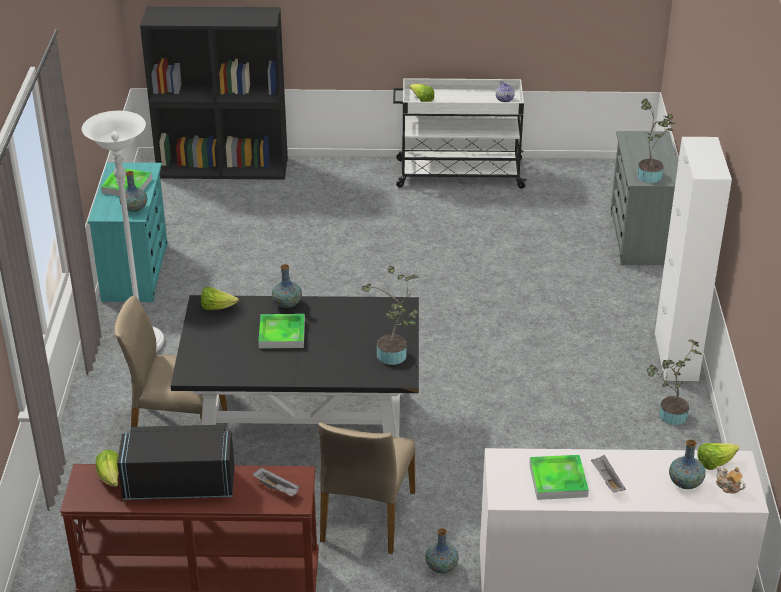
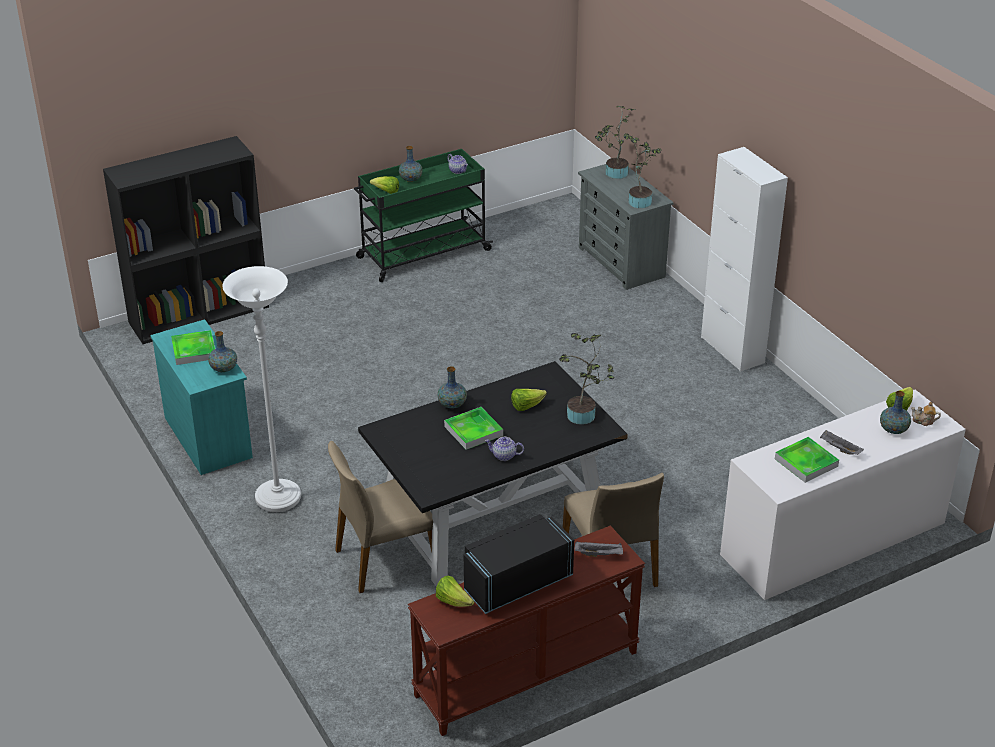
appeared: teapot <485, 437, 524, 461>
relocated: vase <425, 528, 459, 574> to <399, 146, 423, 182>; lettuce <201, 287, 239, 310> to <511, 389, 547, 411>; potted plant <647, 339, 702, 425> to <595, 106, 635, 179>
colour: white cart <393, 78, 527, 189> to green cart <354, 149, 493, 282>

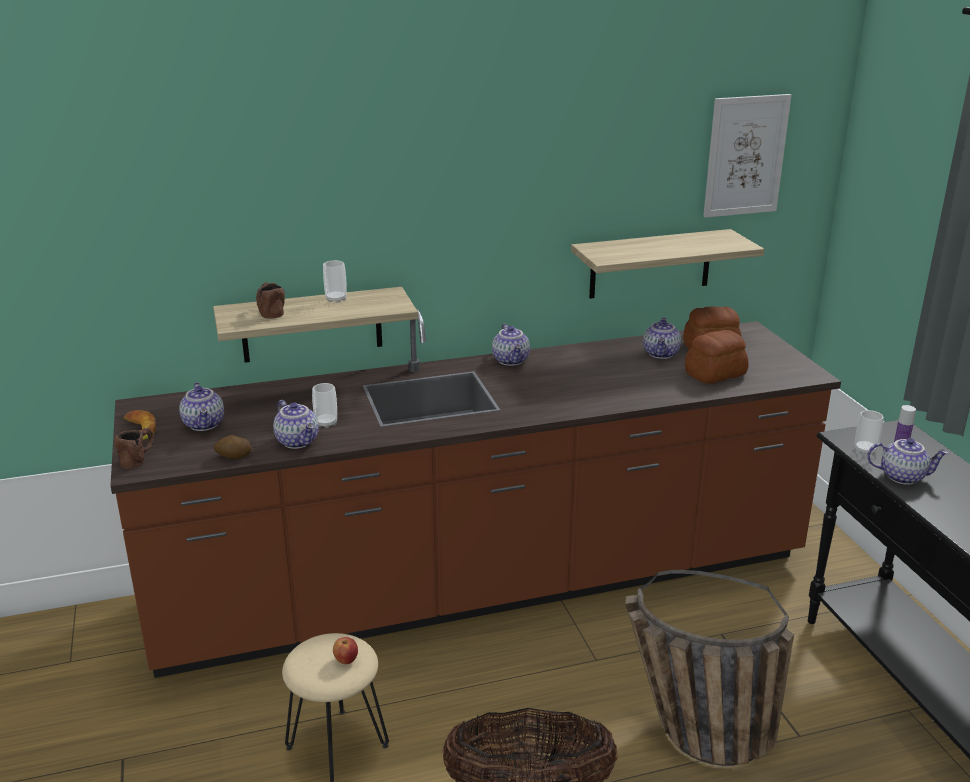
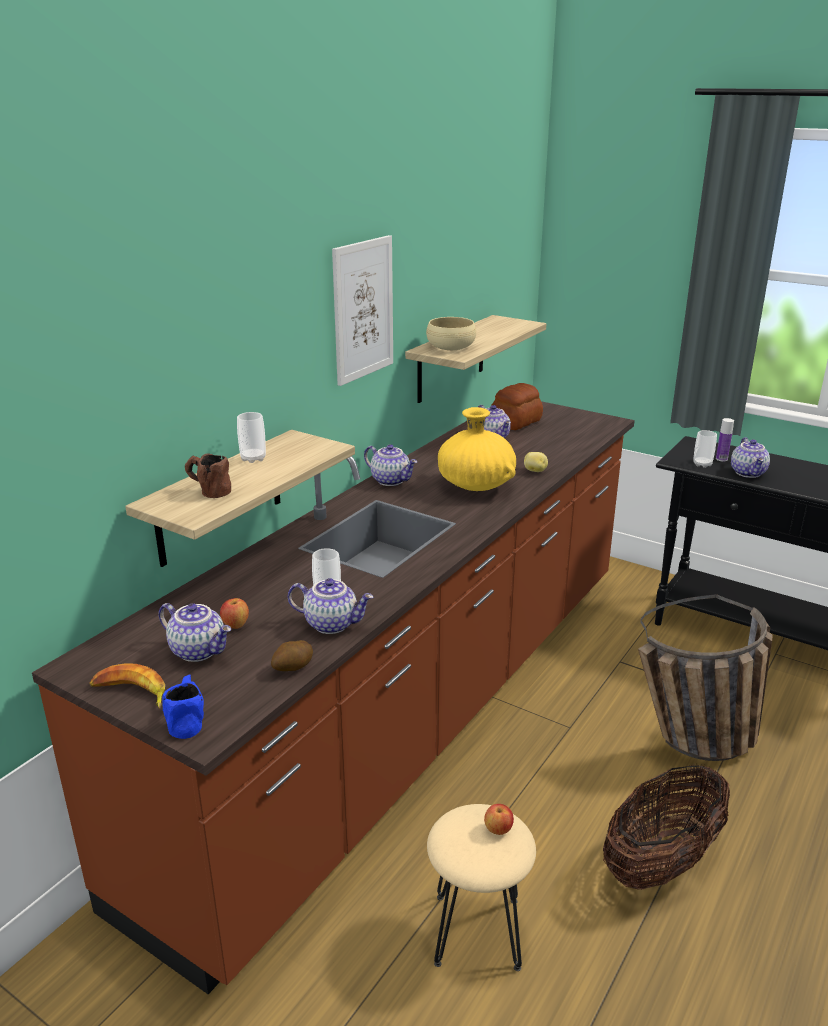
missing: bread <685, 330, 749, 384>
appeared: apple <220, 598, 249, 629>; beige bowl <426, 317, 476, 350>; yellow vase <438, 407, 516, 491>; potato <524, 452, 548, 472>
relocated: picture <703, 94, 791, 218> to <332, 235, 393, 386>
colour: brown mug <115, 428, 154, 469> to blue mug <162, 674, 204, 739>
spun: teapot <867, 438, 949, 485> = <731, 437, 770, 478> 120 degrees clockwise

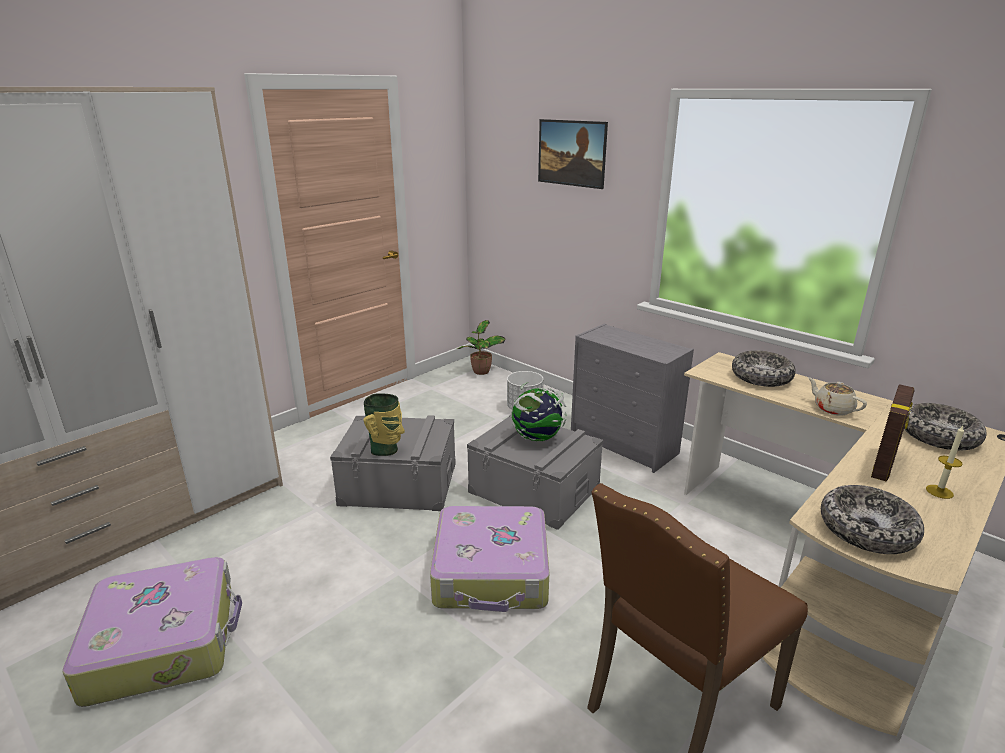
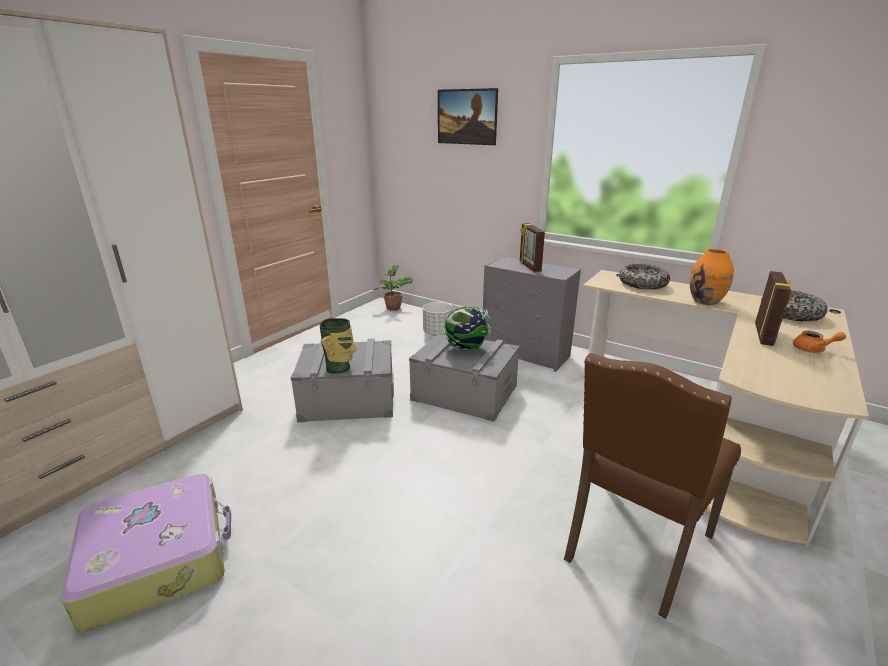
missing: suitcase <430, 506, 549, 612>; bowl <821, 485, 924, 554>
appeared: picture frame <520, 223, 545, 272>
exchanged: beige teapot <808, 377, 867, 415> to orange vase <690, 249, 734, 305>; candle <926, 426, 964, 499> to orange teapot <793, 331, 846, 353>

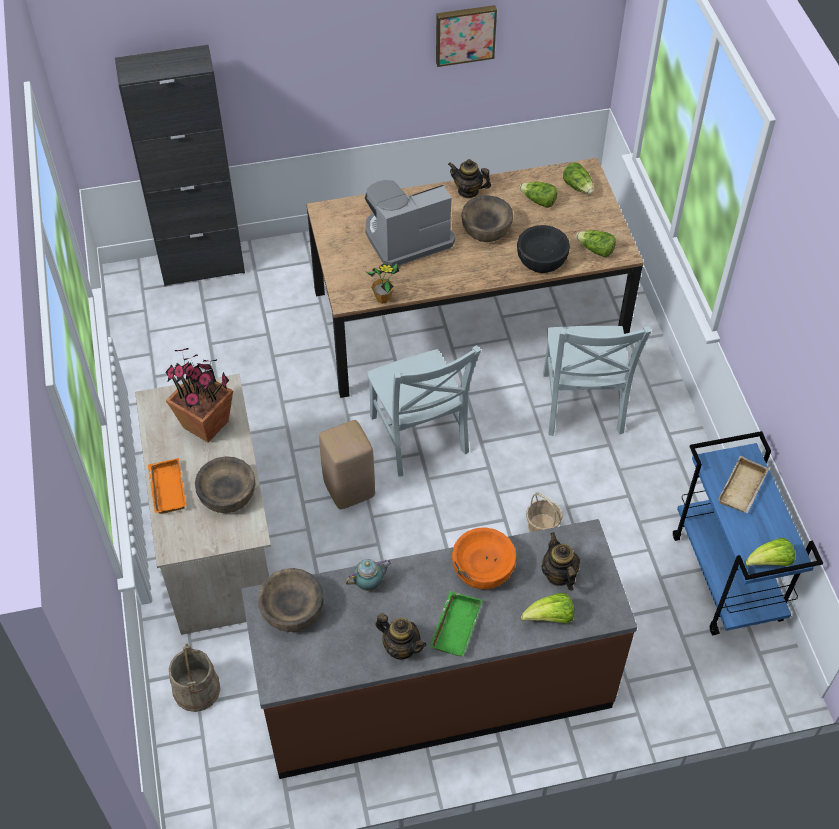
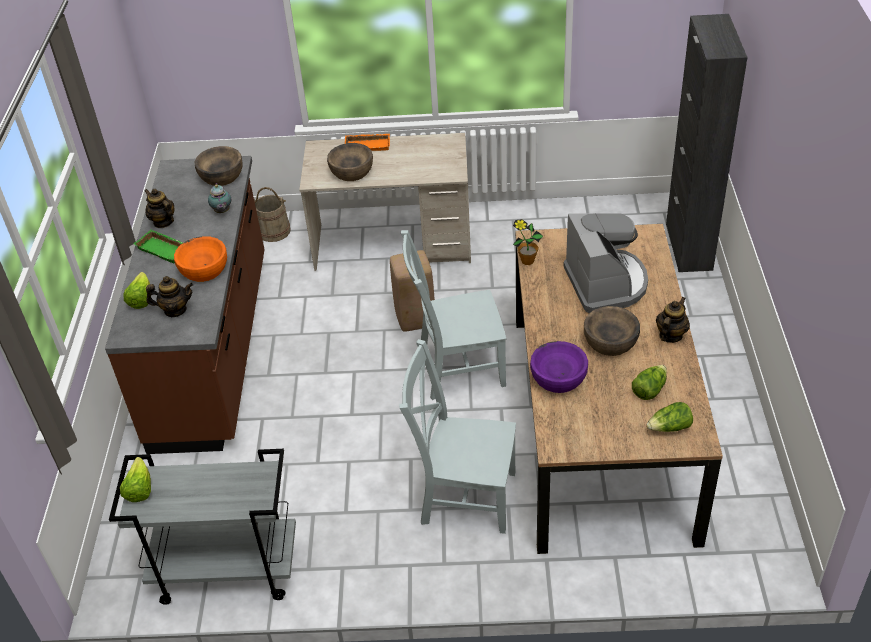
missing: potted plant <165, 348, 233, 442>; picture <436, 5, 497, 67>; basket <526, 492, 563, 532>; lettuce <576, 230, 616, 257>; beige tray <718, 456, 769, 513>
colour: blue cart <673, 431, 823, 635> to grey cart <109, 449, 296, 605>; black bowl <517, 225, 570, 273> to purple bowl <530, 341, 588, 393>
spun: teapot <375, 613, 426, 660> = <144, 189, 174, 228> 90 degrees clockwise

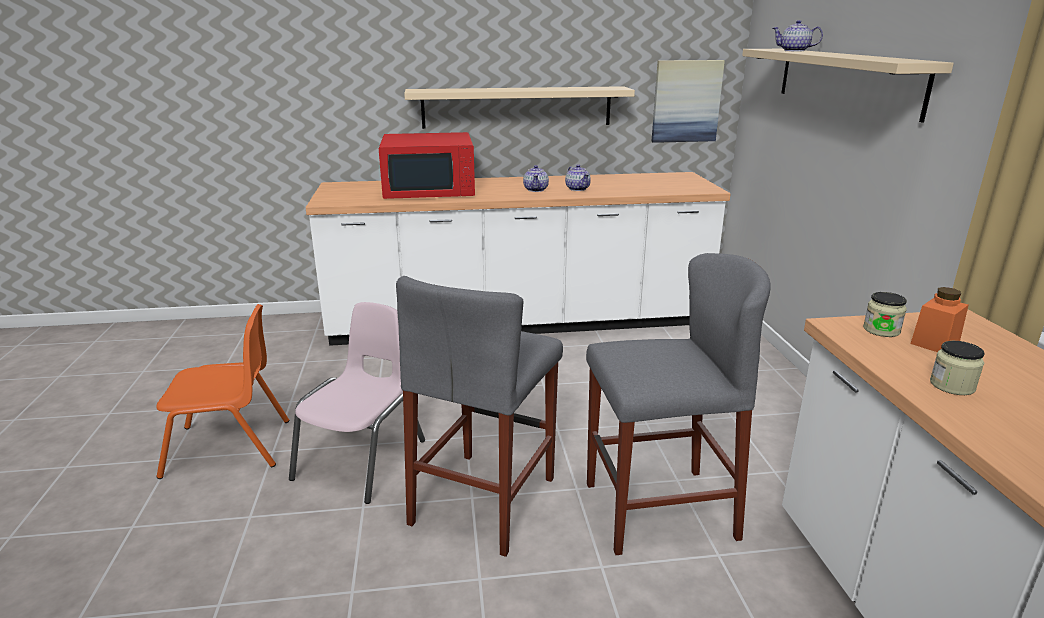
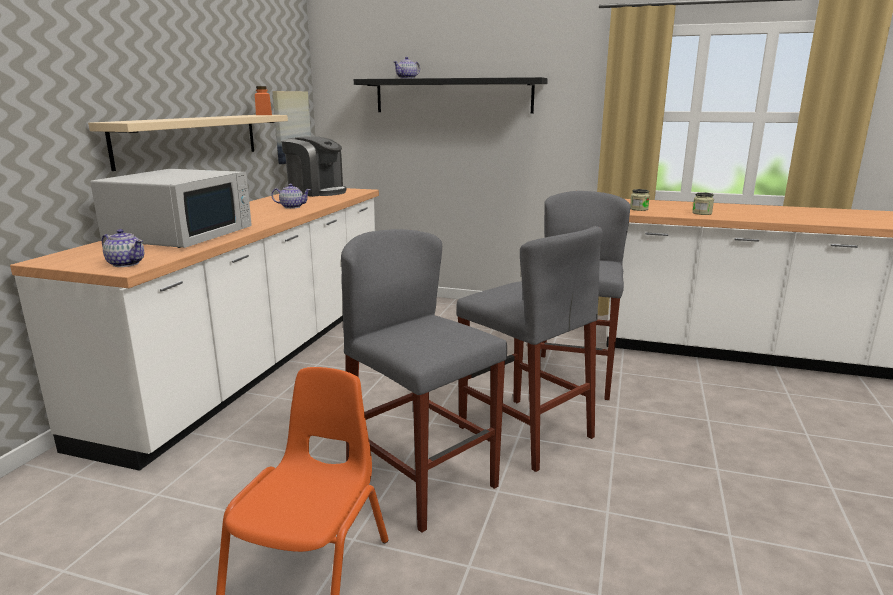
appeared: coffee machine <281, 136, 347, 197>
relocated: teapot <523, 165, 549, 192> to <102, 229, 144, 267>; orange jar <910, 287, 968, 352> to <255, 86, 272, 115>
exchanged: pink chair <289, 302, 425, 504> to grey stool <341, 229, 507, 533>
colour: red microwave <379, 132, 475, 199> to white microwave <90, 169, 252, 248>; beige shelf <742, 49, 954, 122> to black shelf <354, 77, 548, 114>

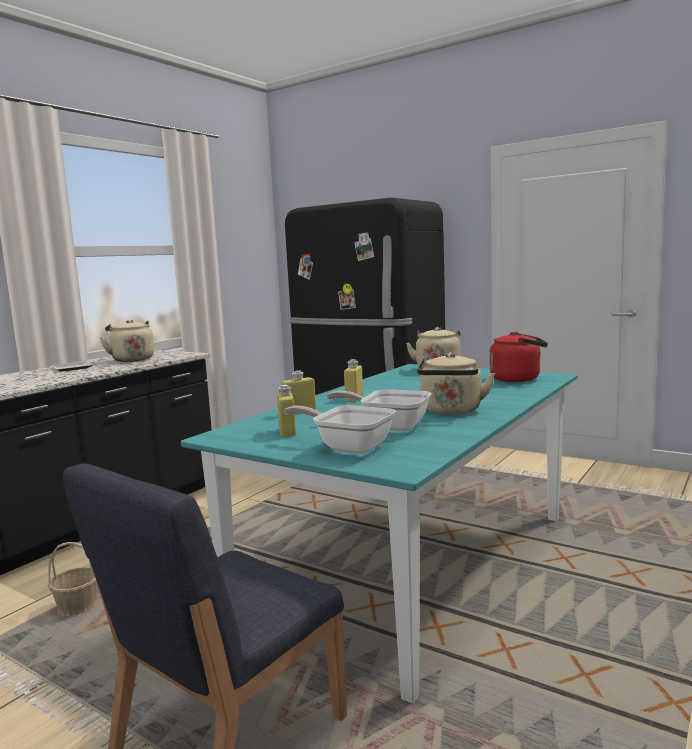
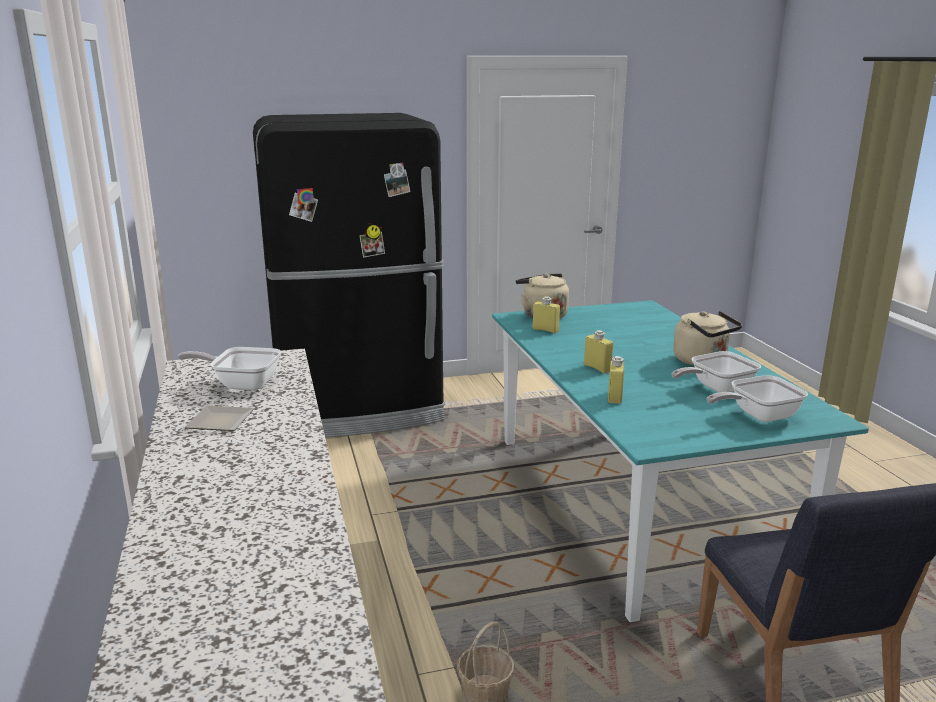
missing: red kettle <490, 332, 548, 382>
relocated: yellow bottle <277, 385, 296, 437> to <532, 296, 560, 333>
exchanged: beige kettle <100, 320, 154, 362> to frying pan <178, 347, 281, 390>

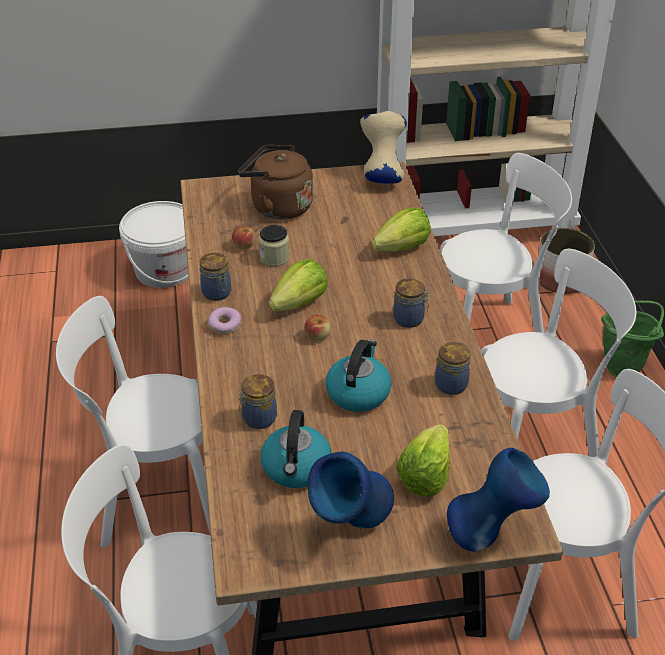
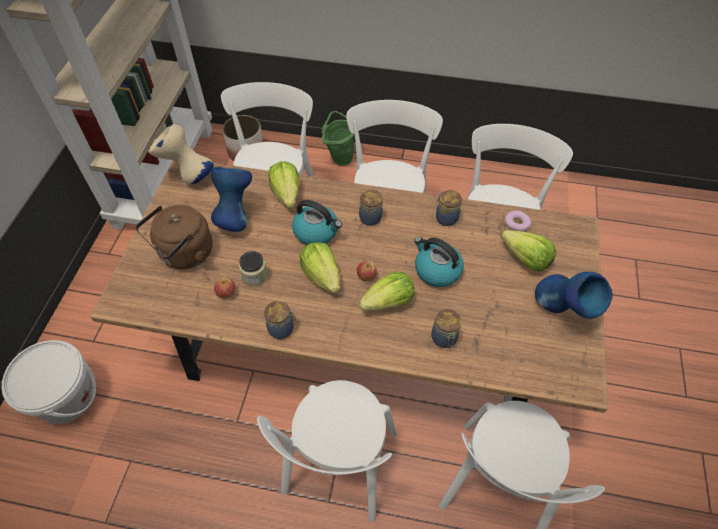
appeared: lettuce <359, 272, 415, 311>
relocated: blue vase <447, 448, 550, 551> to <211, 167, 252, 232>; kettle <261, 410, 331, 488> to <292, 200, 342, 245>; donut <208, 307, 241, 334> to <505, 211, 531, 232>

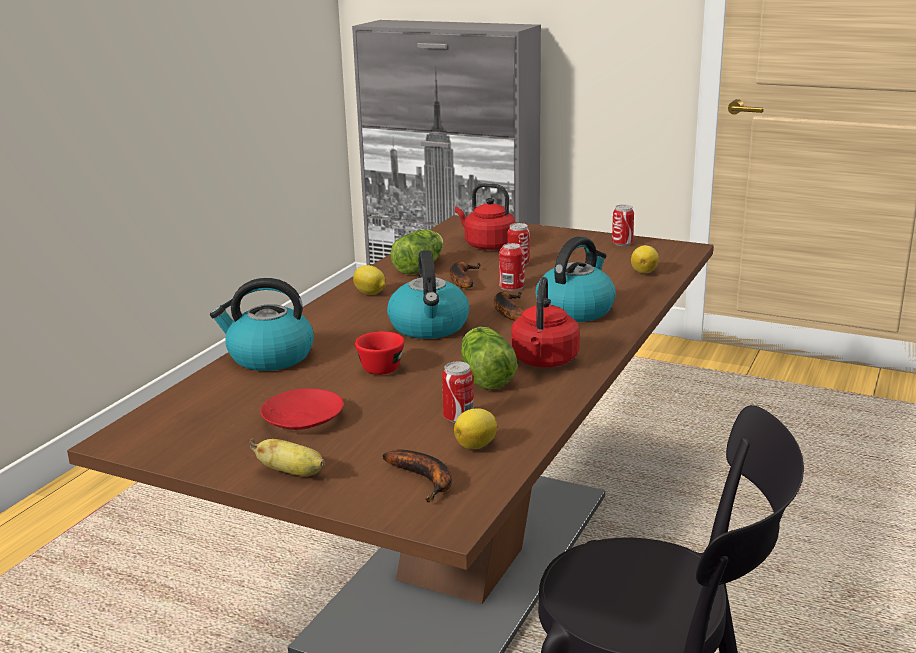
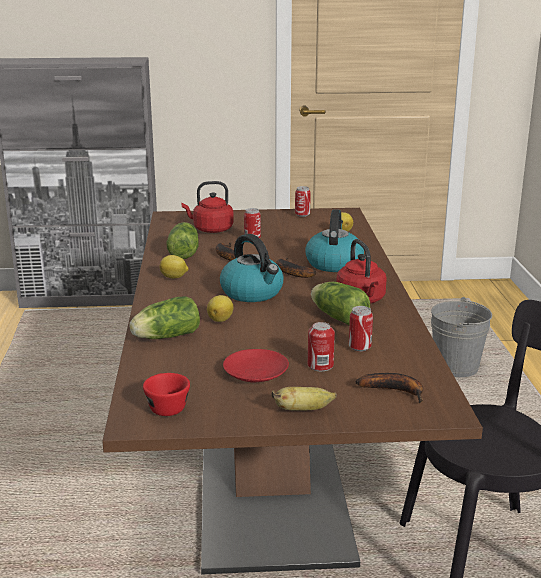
appeared: grey bucket <431, 297, 492, 377>
relocated: red cup <355, 331, 404, 375> to <143, 373, 190, 416>; lemon <454, 408, 497, 449> to <207, 295, 233, 322>; can <499, 243, 525, 290> to <308, 322, 335, 371>
exchanged: kettle <210, 278, 314, 371> to lettuce <129, 296, 200, 339>

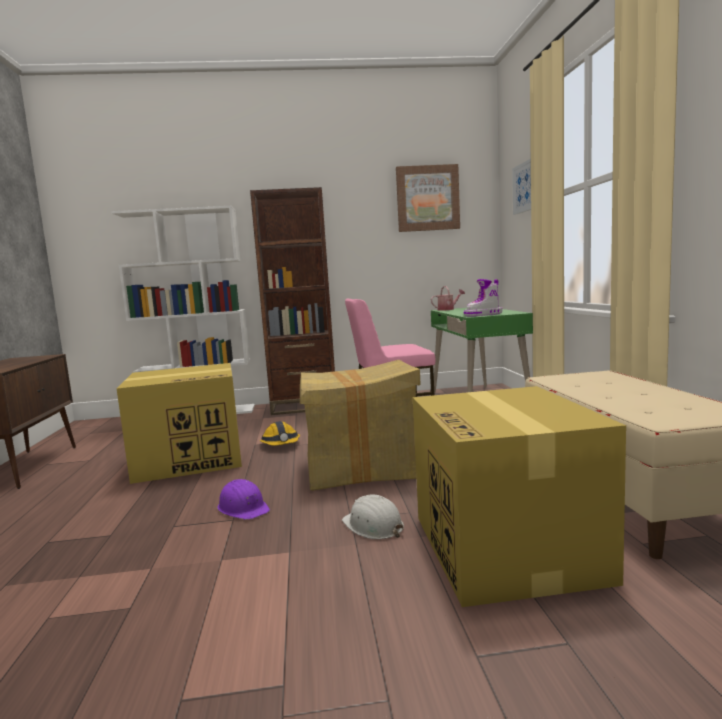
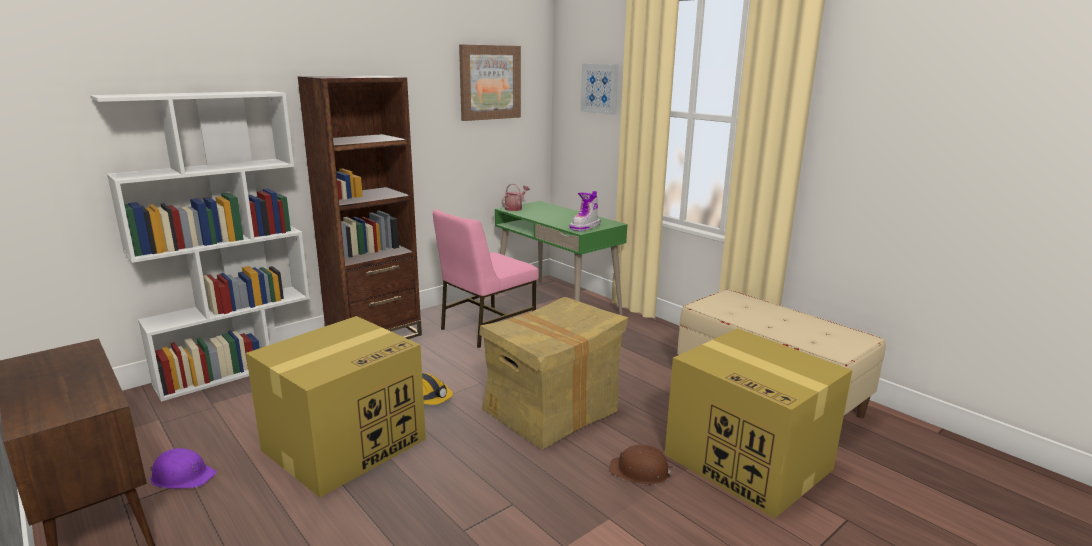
relocated: purple hard hat <217, 479, 270, 520> to <150, 448, 217, 489>
colour: white hard hat <342, 494, 404, 539> to brown hard hat <609, 445, 675, 485>

